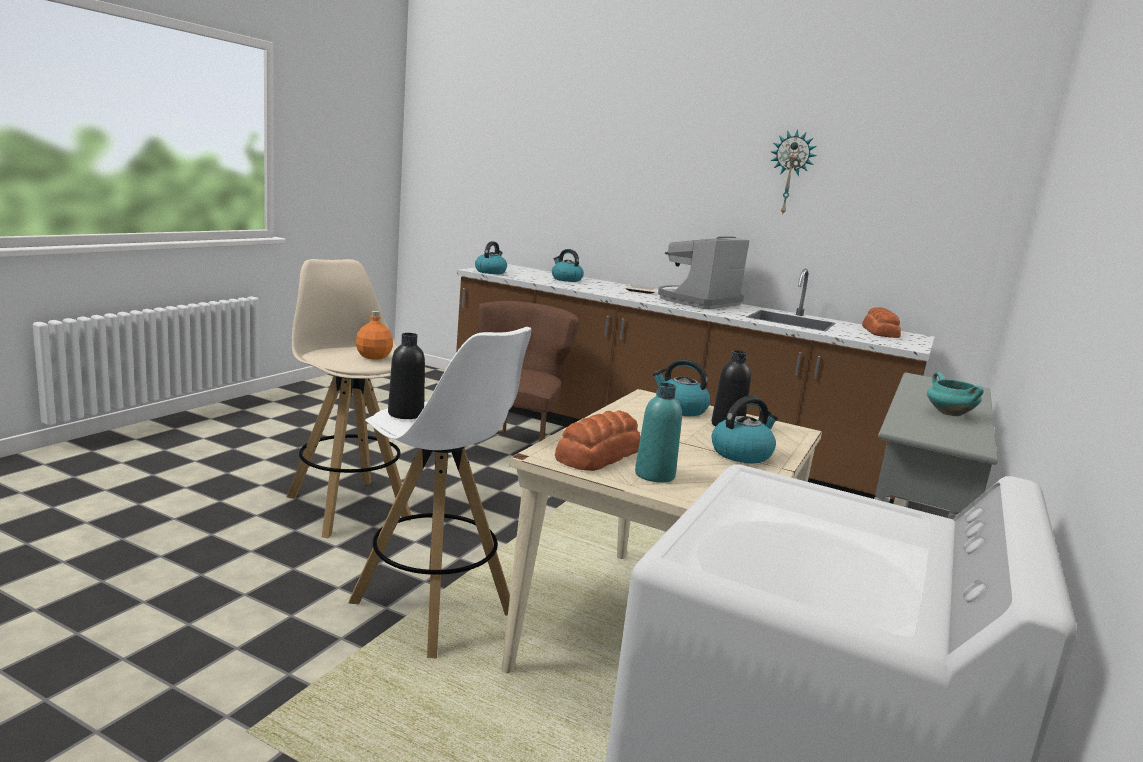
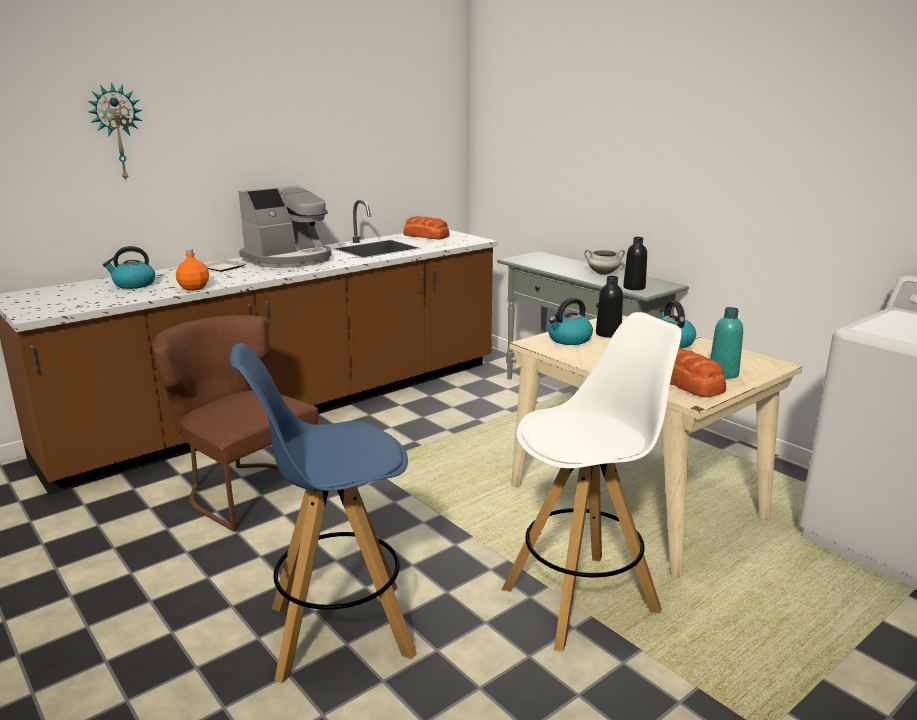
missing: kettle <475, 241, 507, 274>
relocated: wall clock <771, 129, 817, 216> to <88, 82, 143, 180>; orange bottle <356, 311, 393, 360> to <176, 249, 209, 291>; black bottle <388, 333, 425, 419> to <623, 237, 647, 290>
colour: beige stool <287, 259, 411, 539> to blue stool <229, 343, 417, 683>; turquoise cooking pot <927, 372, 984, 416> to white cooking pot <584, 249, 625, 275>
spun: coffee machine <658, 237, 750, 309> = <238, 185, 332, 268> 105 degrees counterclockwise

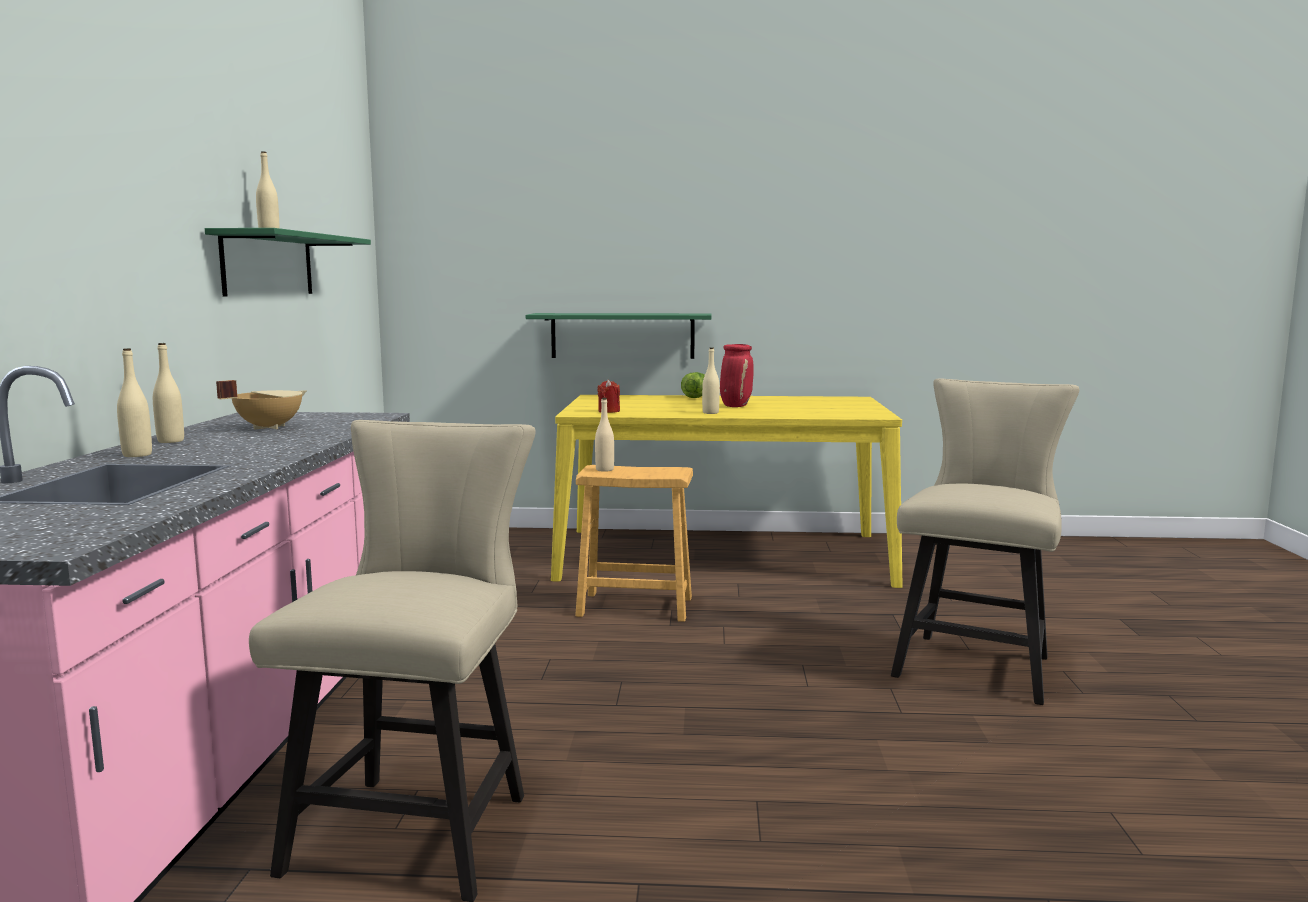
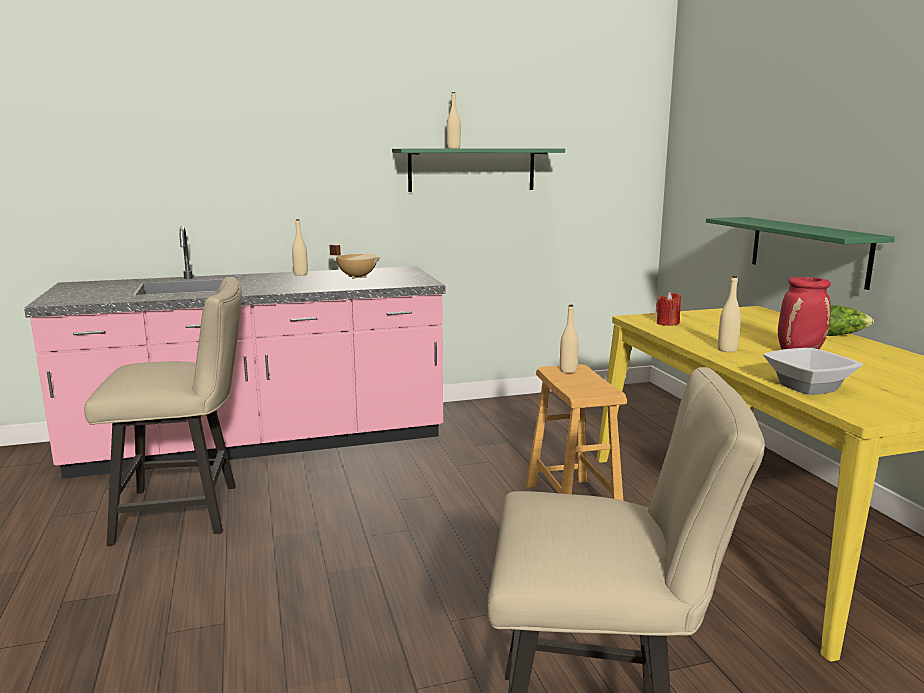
missing: beige bottle <117, 348, 152, 457>
appeared: bowl <763, 348, 863, 395>

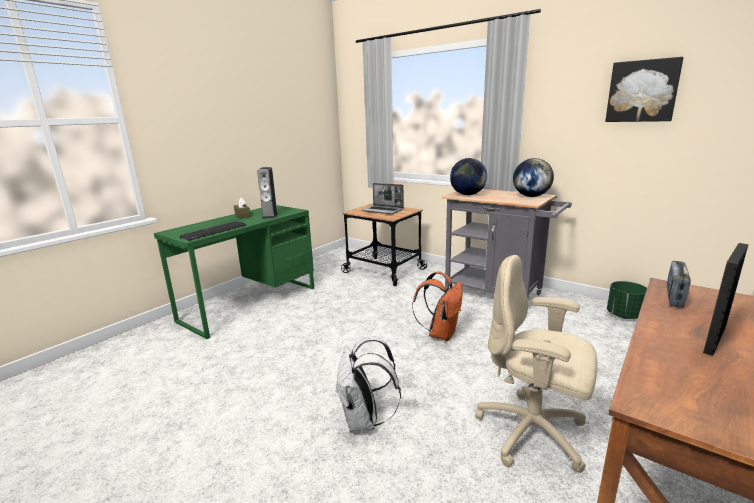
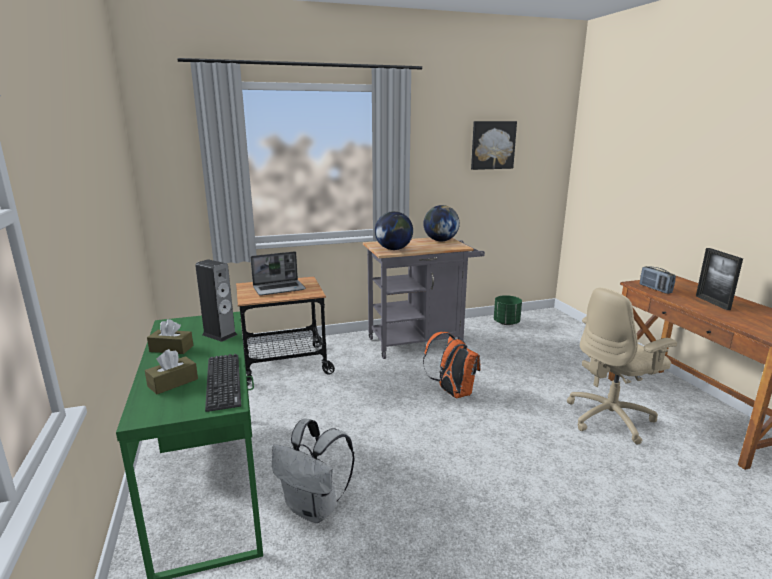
appeared: brown tissue box <145, 349, 198, 394>
relocated: white backpack <336, 337, 401, 432> to <272, 419, 355, 523>

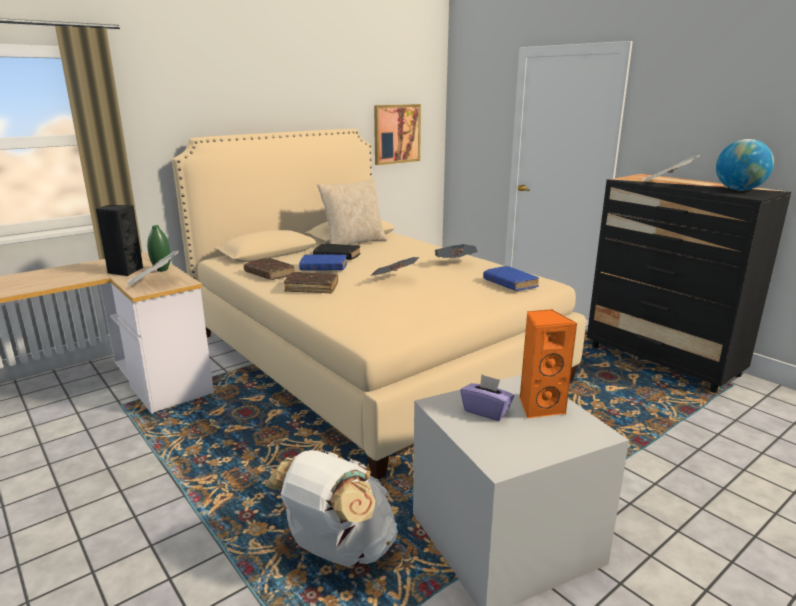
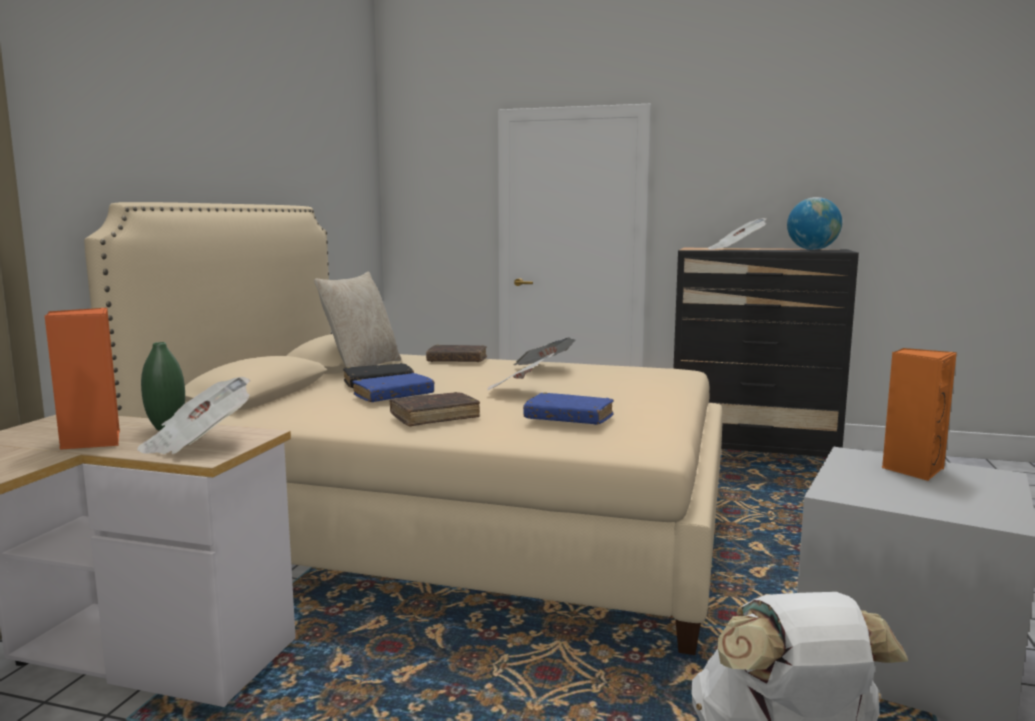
missing: picture <374, 104, 421, 165>; purple tissue box <460, 374, 514, 421>
relocated: brown book <244, 257, 295, 280> to <426, 344, 487, 362>; blue book <483, 266, 539, 291> to <523, 392, 614, 425>
colour: black speaker <96, 205, 143, 276> to orange speaker <44, 308, 120, 450>

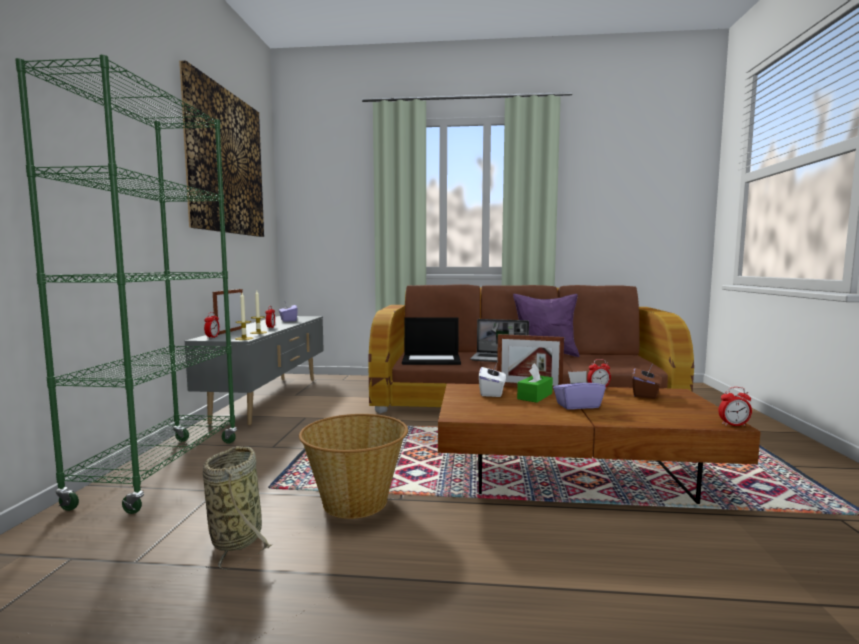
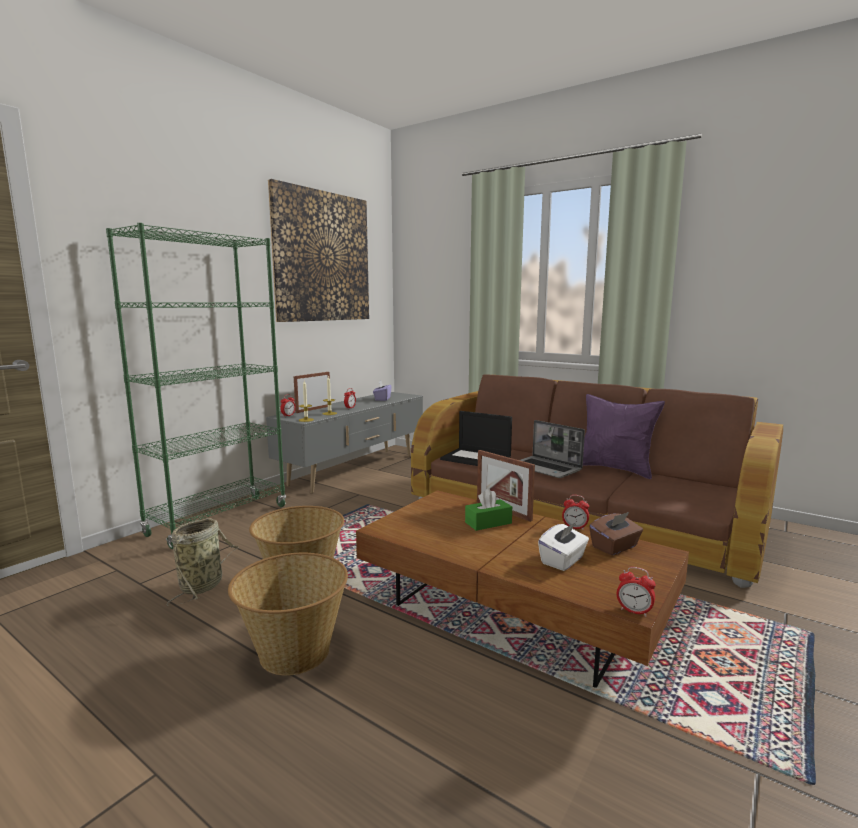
missing: purple tissue box <553, 371, 606, 410>
appeared: basket <228, 553, 348, 676>
relocated: white tissue box <479, 363, 506, 397> to <538, 522, 589, 571>

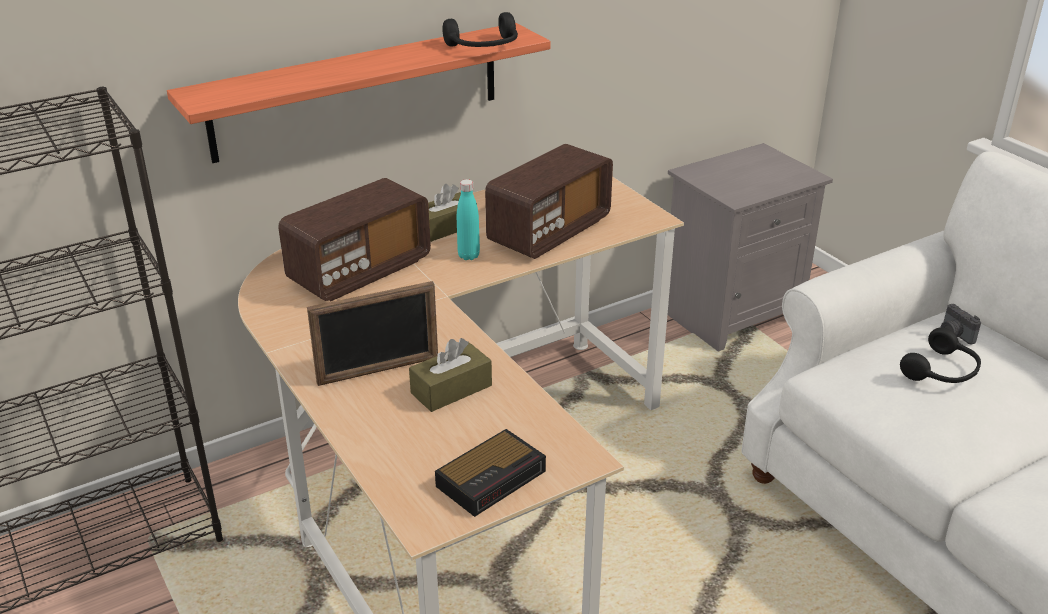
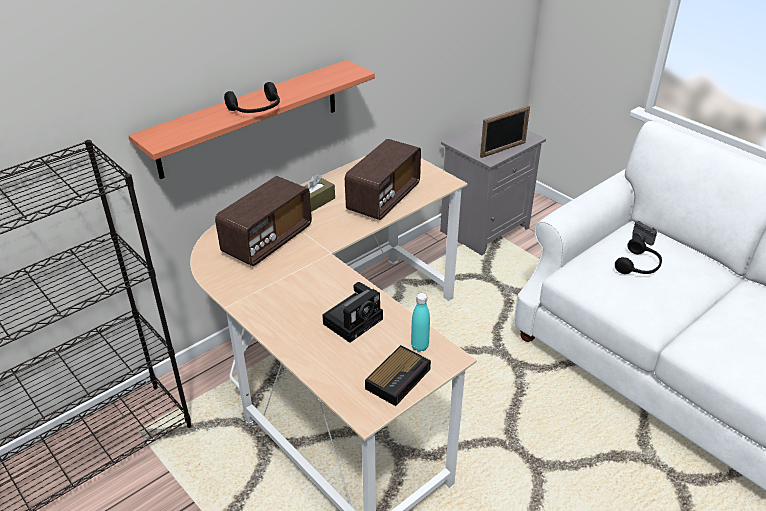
relocated: black headphones <442, 12, 518, 47> to <224, 82, 280, 113>; turquoise bottle <457, 179, 480, 260> to <411, 293, 430, 352>; picture frame <307, 281, 438, 386> to <480, 105, 530, 158>
exchanged: brown tissue box <409, 338, 492, 412> to photo camera <322, 282, 383, 343>

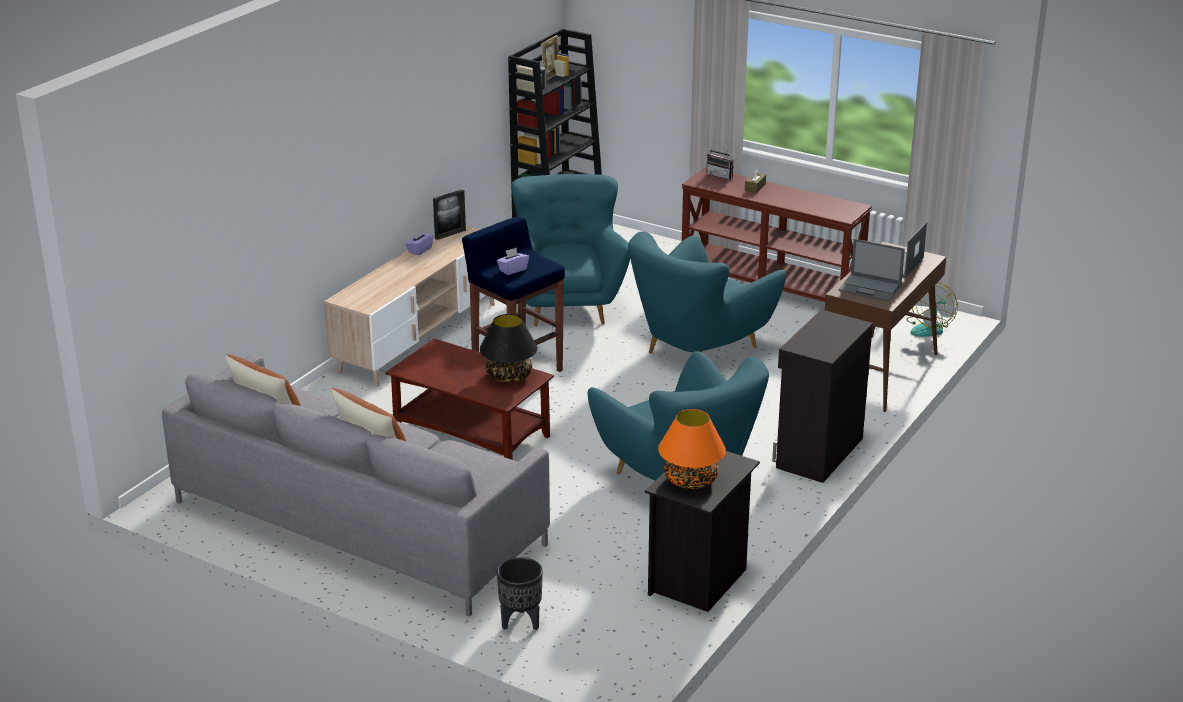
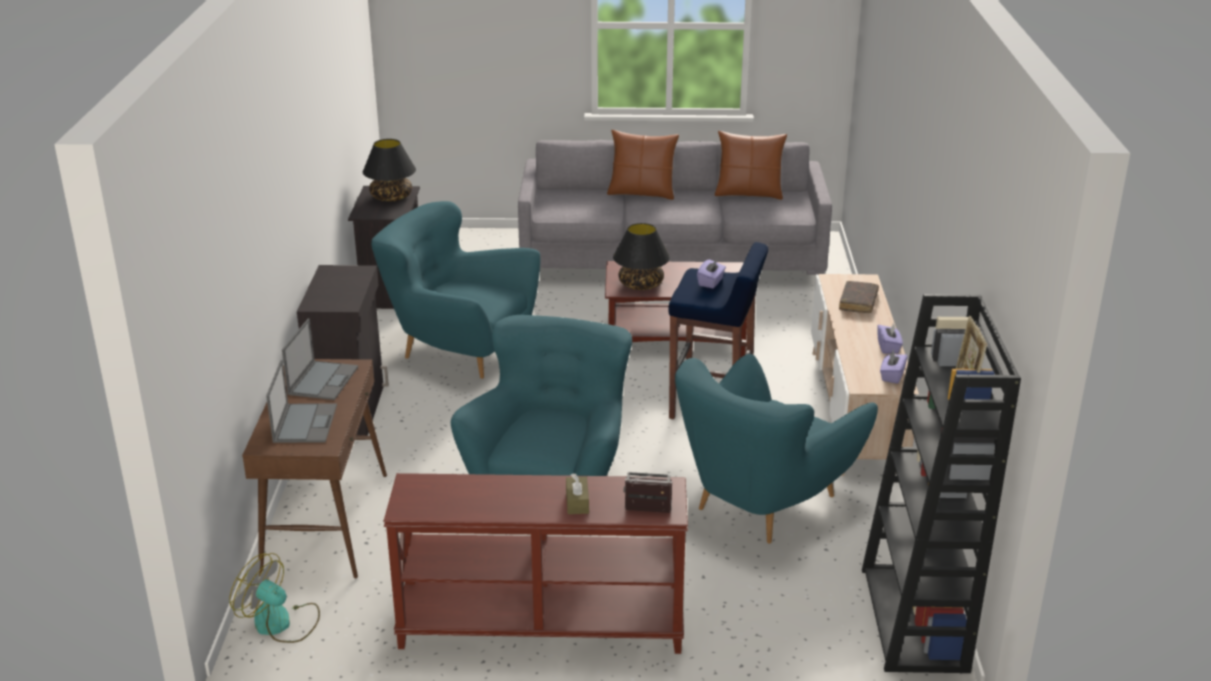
missing: black planter <497, 557, 543, 630>
appeared: brown book <839, 281, 879, 313>
exchanged: picture frame <433, 189, 466, 240> to purple tissue box <880, 349, 908, 384>
colour: orange table lamp <658, 409, 726, 489> to black table lamp <363, 139, 416, 201>
spun: fan <906, 282, 958, 337> = <229, 553, 320, 643> 60 degrees counterclockwise; laptop <838, 239, 905, 301> = <282, 318, 358, 400> 105 degrees clockwise; turquoise armchair <511, 174, 630, 326> = <675, 354, 878, 544> 75 degrees clockwise

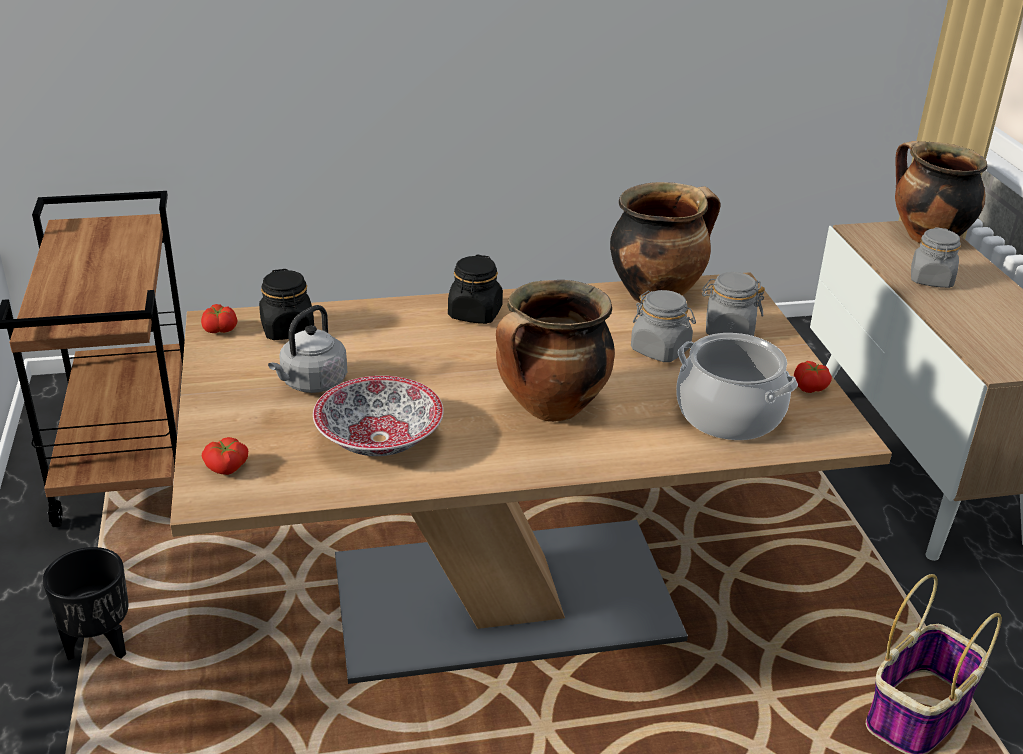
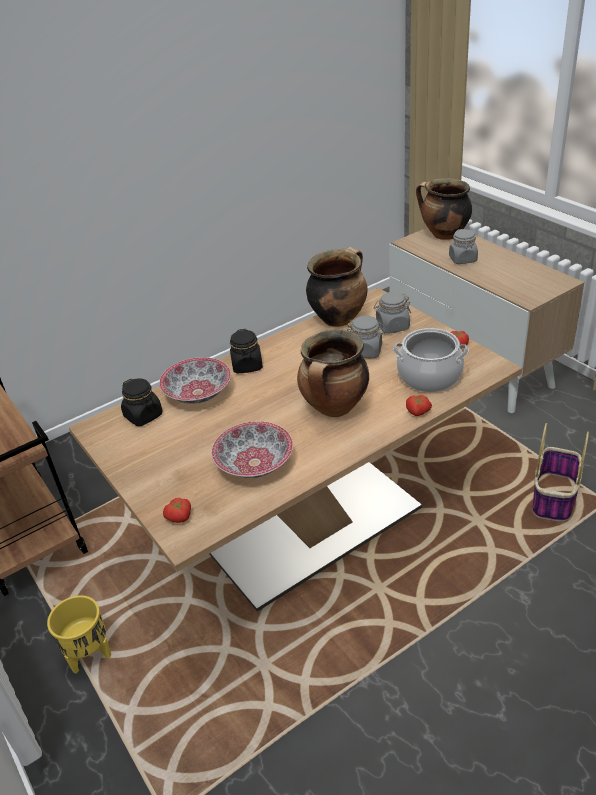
missing: grey kettle <268, 305, 347, 393>
appeared: bowl <159, 357, 231, 404>
relocated: tomato <201, 304, 237, 333> to <406, 395, 432, 416>
colour: black planter <43, 547, 129, 660> to yellow planter <47, 595, 111, 674>

